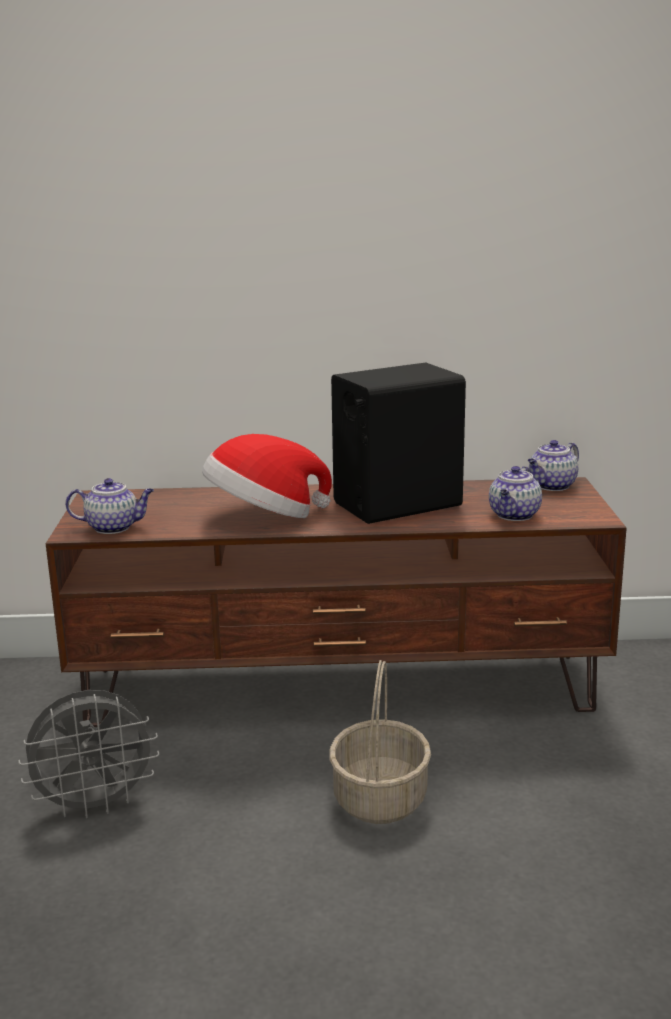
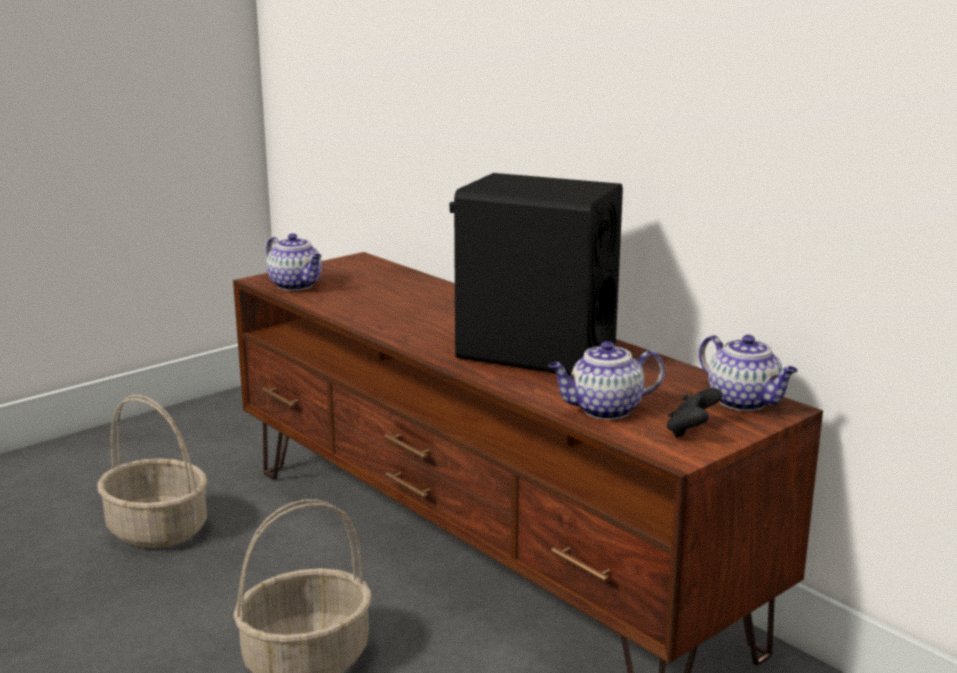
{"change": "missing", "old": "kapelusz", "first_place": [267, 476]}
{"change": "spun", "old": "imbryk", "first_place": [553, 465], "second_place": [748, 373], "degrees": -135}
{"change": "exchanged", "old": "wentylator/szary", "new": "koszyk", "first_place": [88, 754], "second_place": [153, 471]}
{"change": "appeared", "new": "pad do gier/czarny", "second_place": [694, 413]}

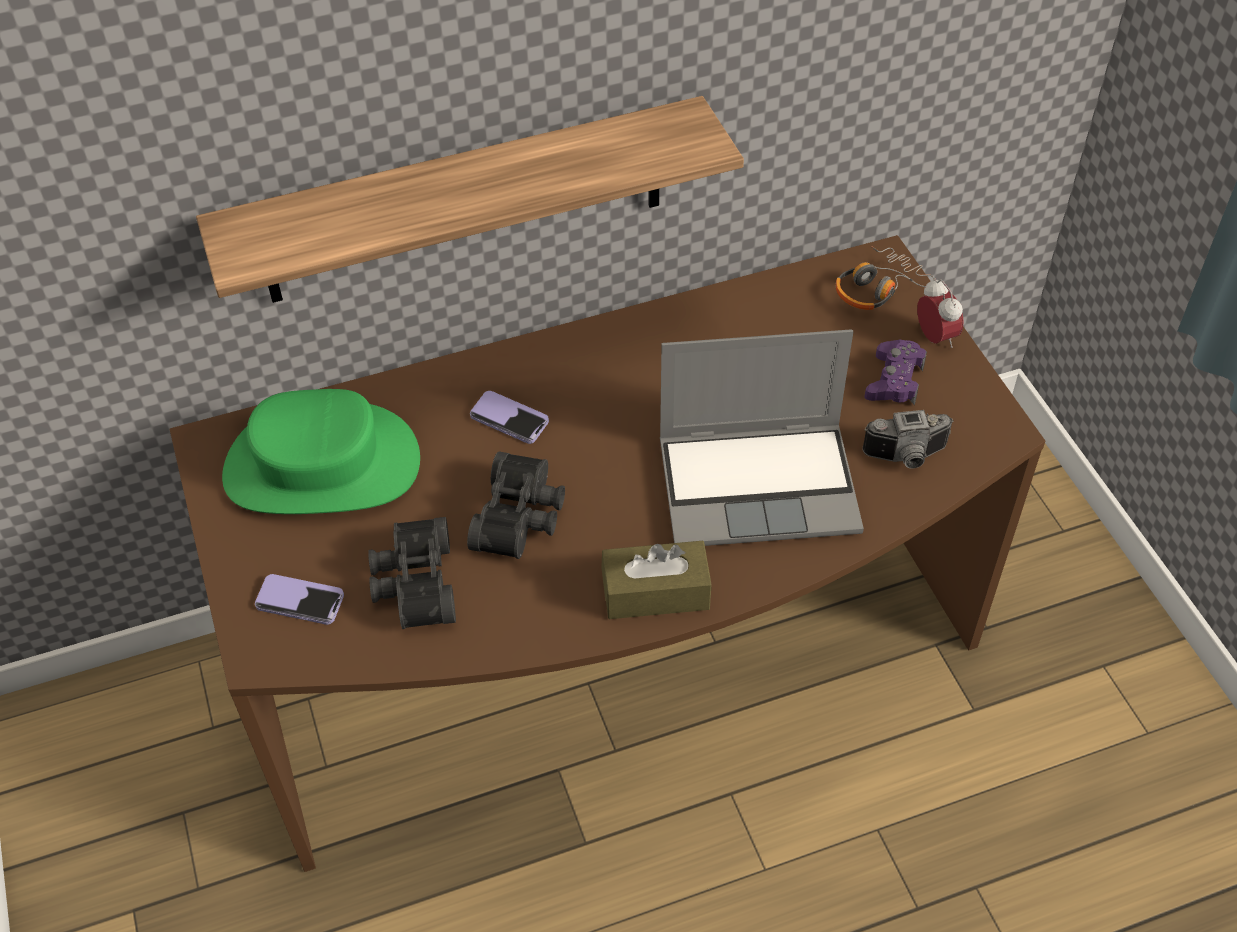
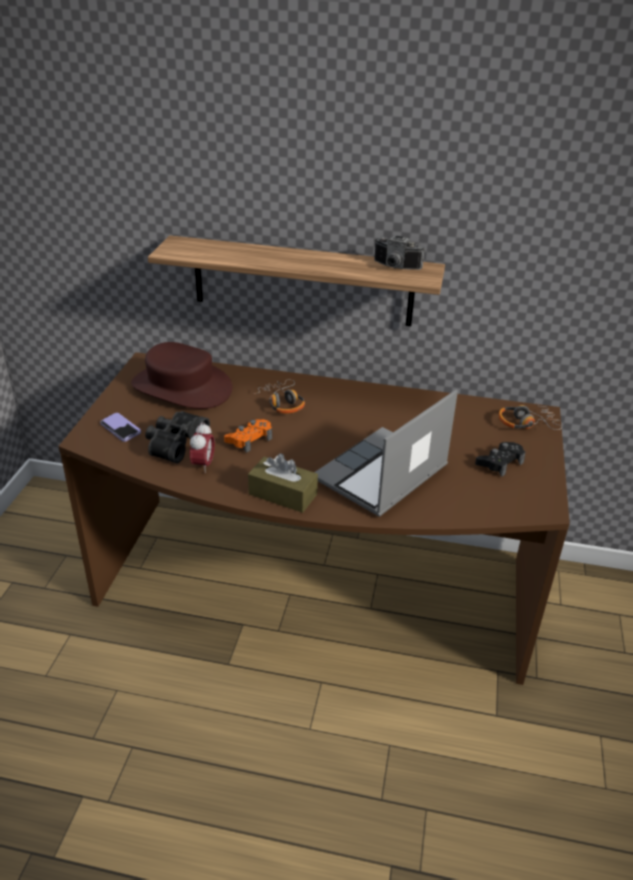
{"change": "relocated", "old": "budzik", "first_place": [940, 313], "second_place": [202, 447]}
{"change": "spun", "old": "laptop", "first_place": [762, 437], "second_place": [386, 453], "degrees": 105}
{"change": "colour", "old": "pad do gier/fioletowy", "new": "pad do gier/czarny", "first_place": [895, 372], "second_place": [500, 459]}
{"change": "colour", "old": "kapelusz/zielony", "new": "kapelusz/brązowy", "first_place": [321, 451], "second_place": [181, 375]}
{"change": "exchanged", "old": "telefon", "new": "słuchawki", "first_place": [509, 417], "second_place": [279, 396]}
{"change": "relocated", "old": "aparat fotograficzny", "first_place": [908, 439], "second_place": [399, 252]}
{"change": "exchanged", "old": "lornetka/czarny", "new": "pad do gier/pomarańczowy", "first_place": [516, 505], "second_place": [248, 436]}

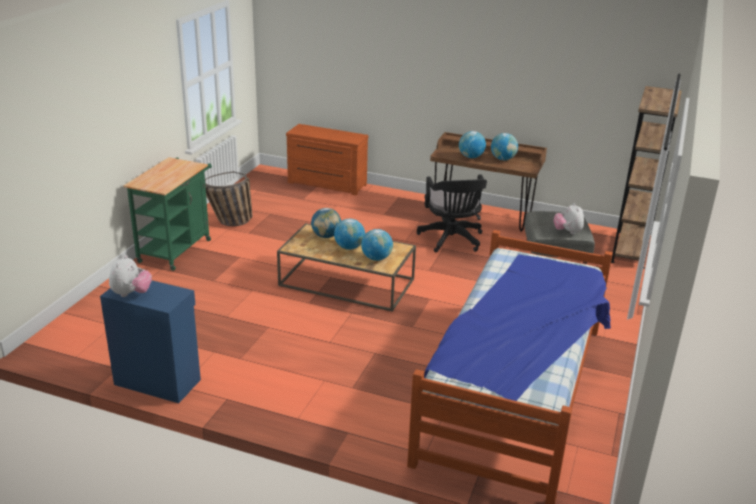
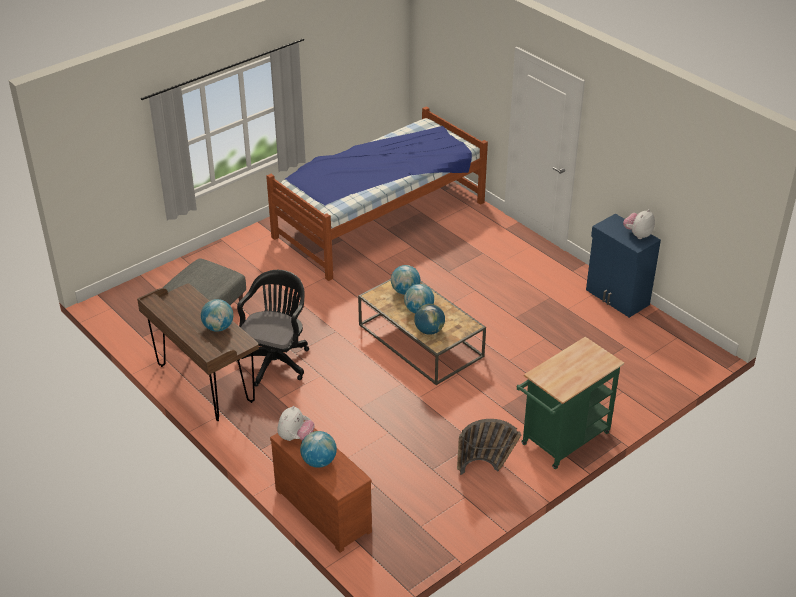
{"change": "missing", "old": "regał/brązowy", "first_place": [646, 177]}
{"change": "relocated", "old": "globus", "first_place": [504, 146], "second_place": [318, 449]}
{"change": "relocated", "old": "pluszak", "first_place": [569, 219], "second_place": [296, 423]}

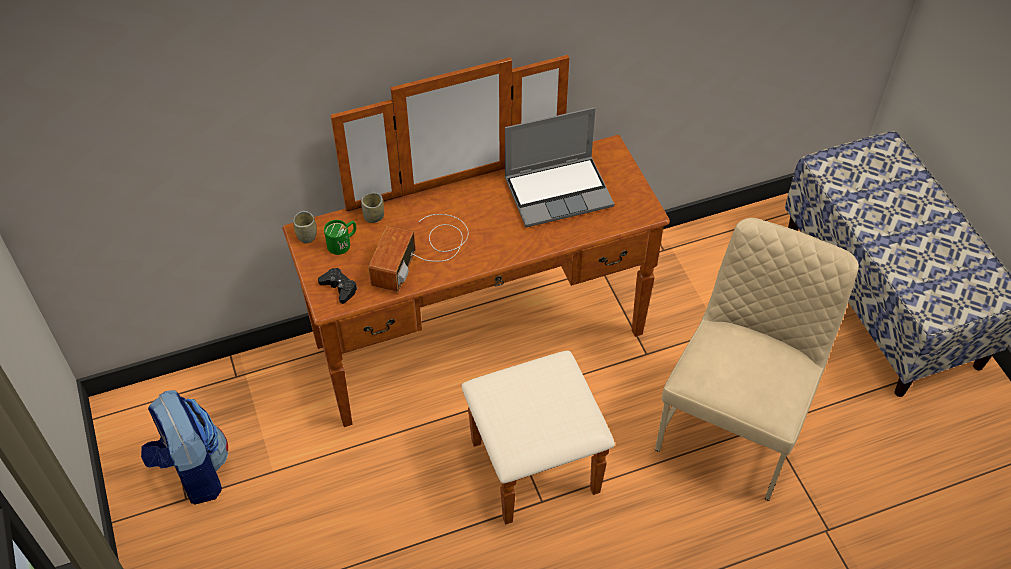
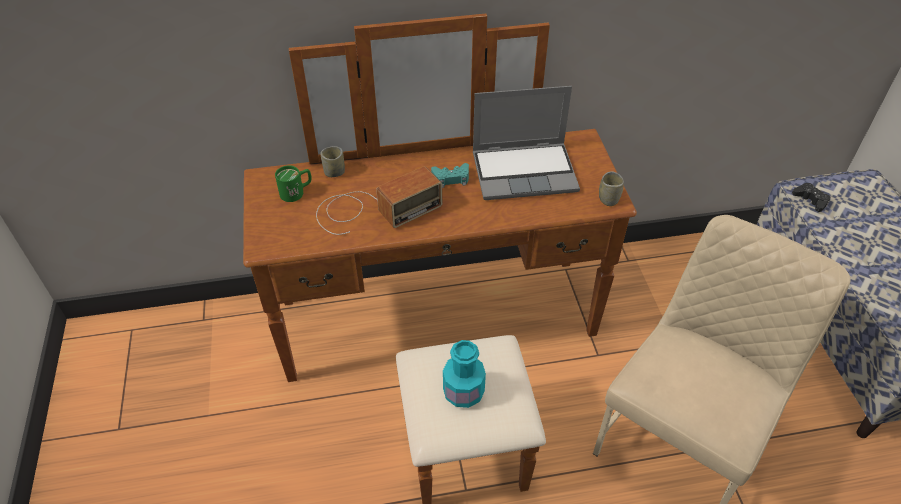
{"change": "relocated", "old": "filiżanka", "first_place": [305, 227], "second_place": [611, 188]}
{"change": "spun", "old": "radio", "first_place": [419, 253], "second_place": [379, 200], "degrees": -150}
{"change": "relocated", "old": "pad do gier/czarny", "first_place": [338, 286], "second_place": [811, 197]}
{"change": "missing", "old": "plecak", "first_place": [184, 447]}
{"change": "appeared", "new": "pad do gier/turkusowy", "second_place": [450, 175]}
{"change": "appeared", "new": "butelka/turkusowy", "second_place": [464, 374]}

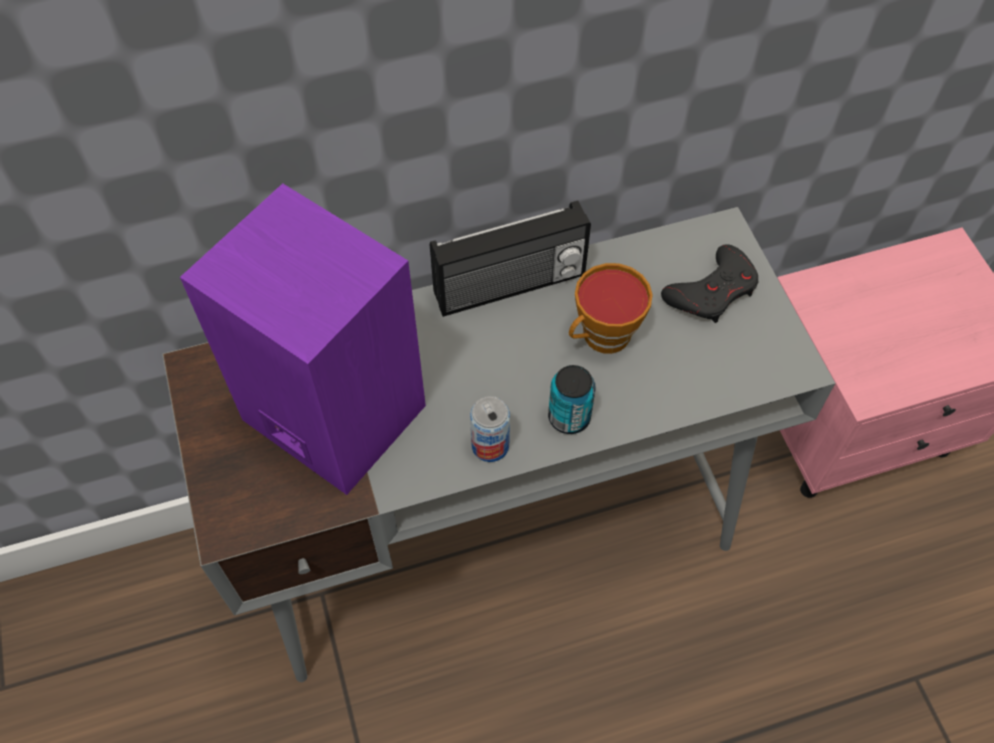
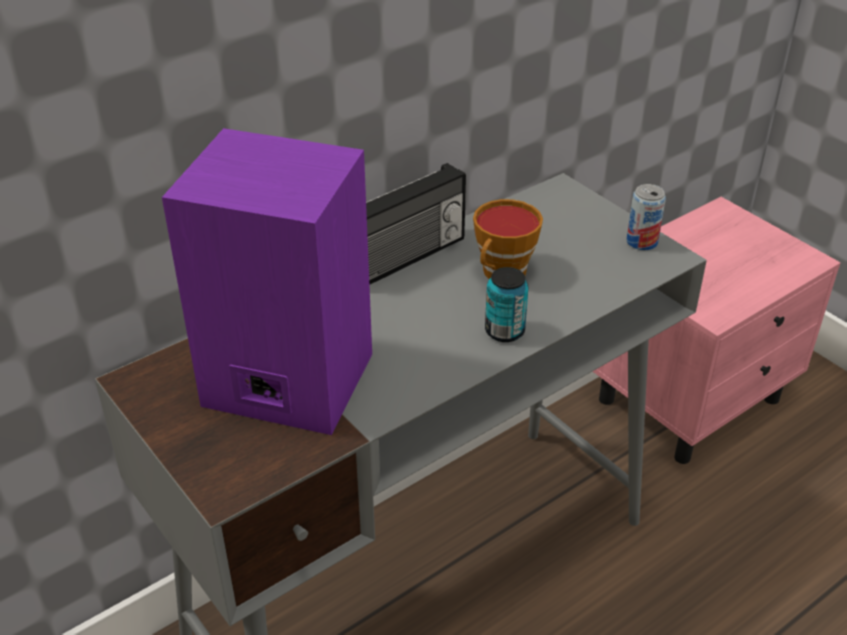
{"change": "missing", "old": "pad do gier/czarny", "first_place": [710, 283]}
{"change": "relocated", "old": "puszka", "first_place": [490, 429], "second_place": [646, 217]}

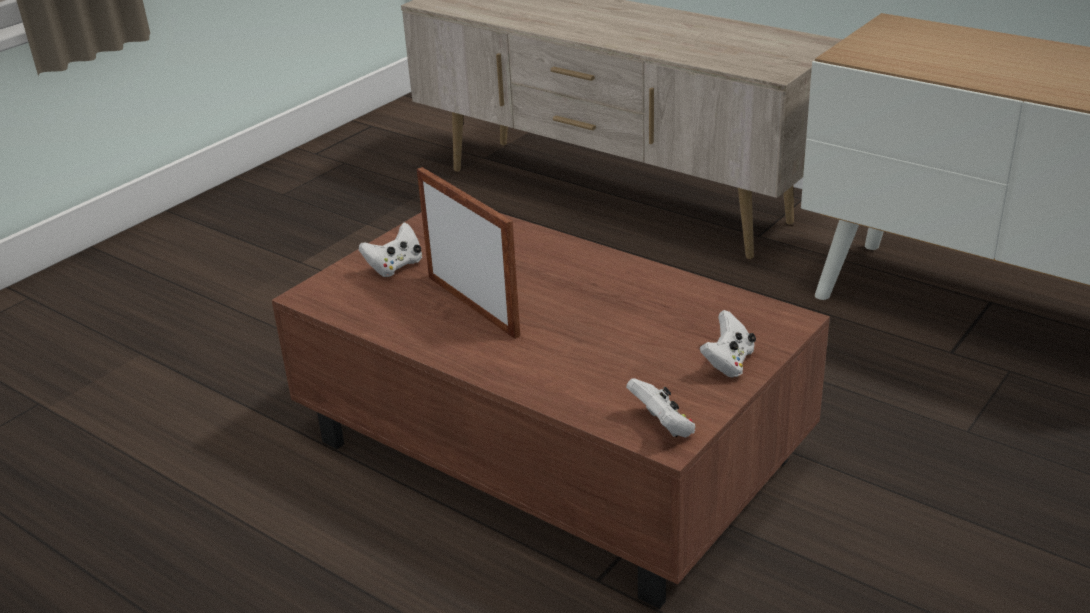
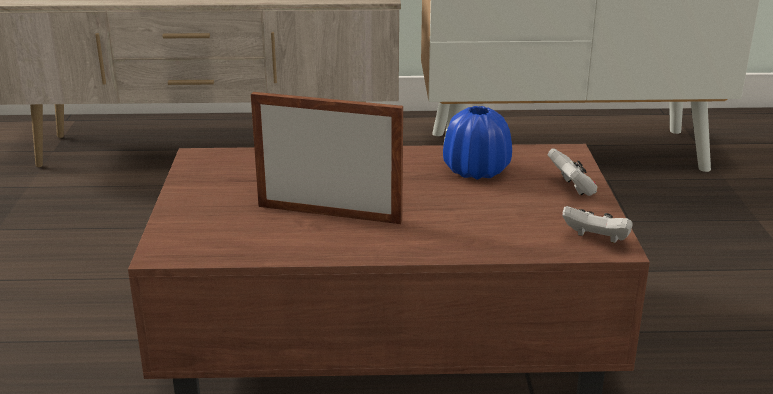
{"change": "missing", "old": "pad do gier/biały", "first_place": [390, 249]}
{"change": "appeared", "new": "wazon/niebieski", "second_place": [477, 143]}

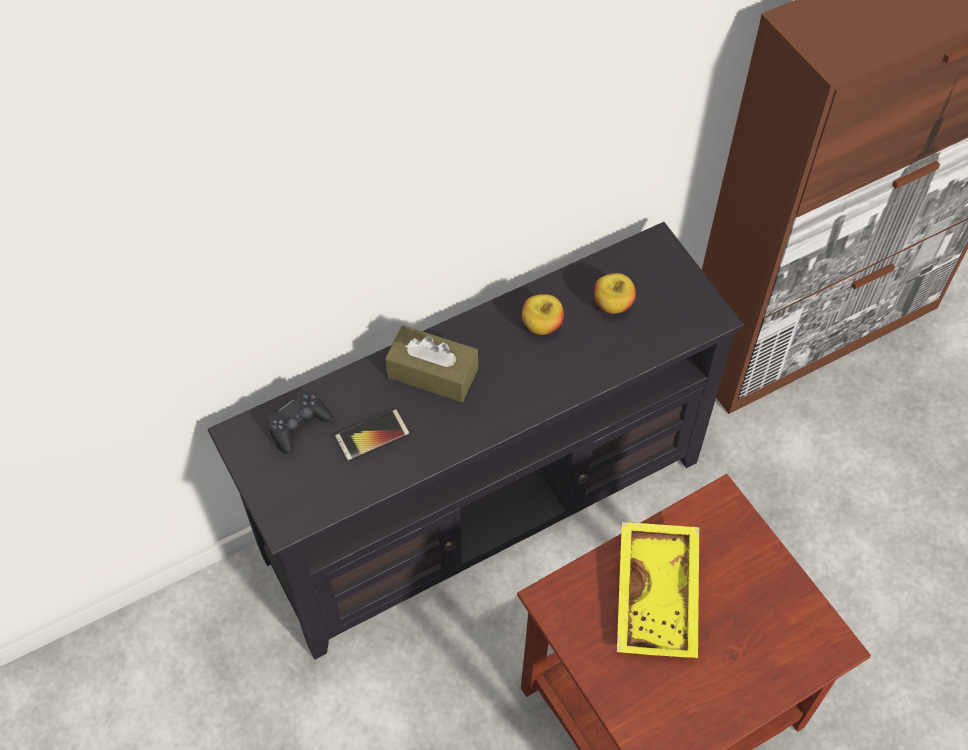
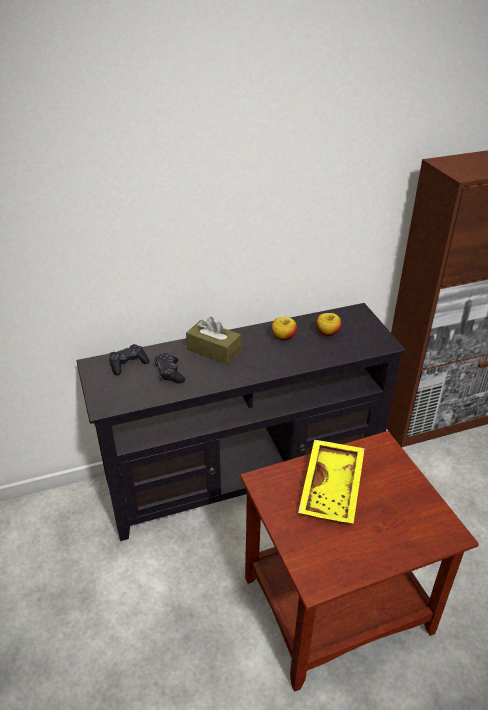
{"change": "exchanged", "old": "telefon", "new": "pad do gier/czarny", "first_place": [372, 435], "second_place": [169, 368]}

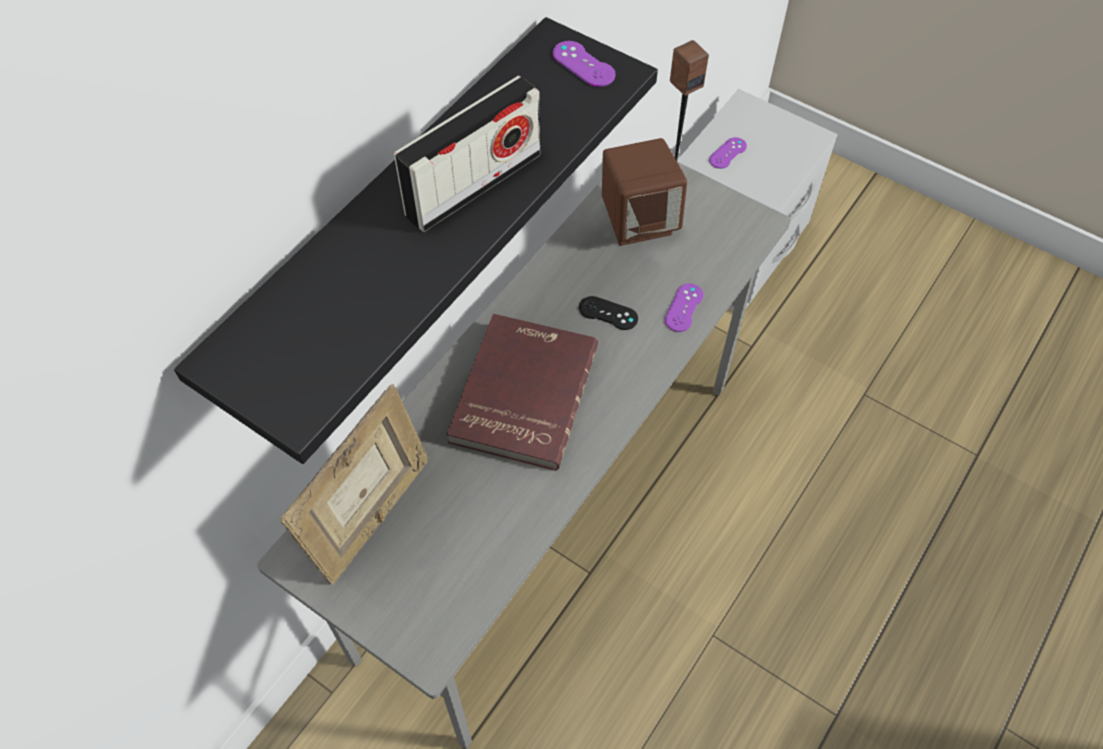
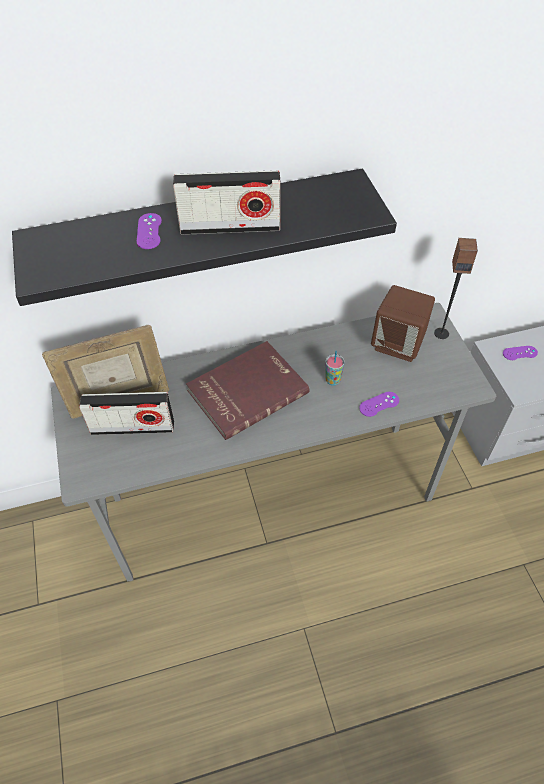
{"change": "relocated", "old": "pad do gier/fioletowy", "first_place": [584, 64], "second_place": [149, 231]}
{"change": "exchanged", "old": "pad do gier/czarny", "new": "filiżanka", "first_place": [608, 313], "second_place": [335, 368]}
{"change": "appeared", "new": "radio", "second_place": [126, 413]}

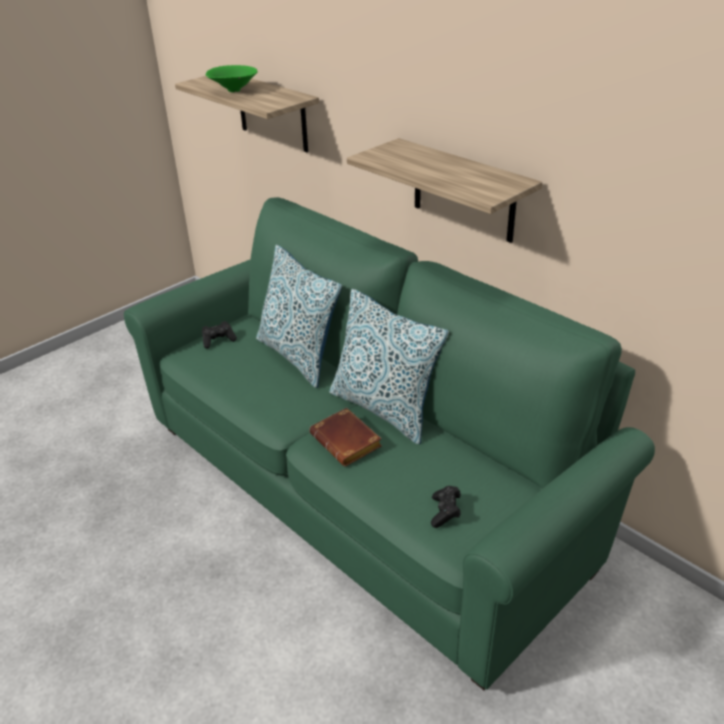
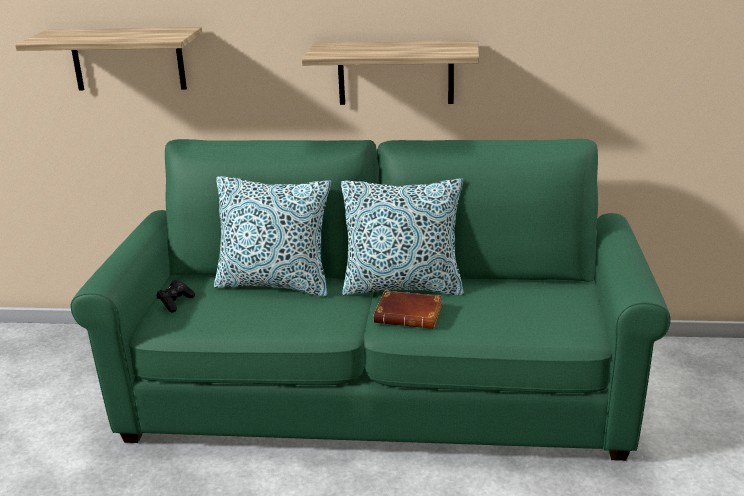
{"change": "missing", "old": "miska/zielony", "first_place": [232, 78]}
{"change": "missing", "old": "pad do gier/czarny", "first_place": [446, 507]}

